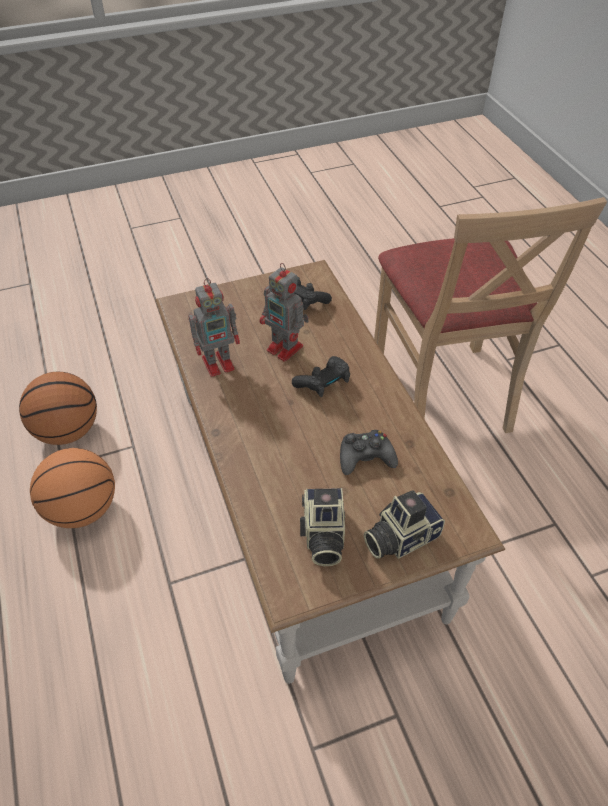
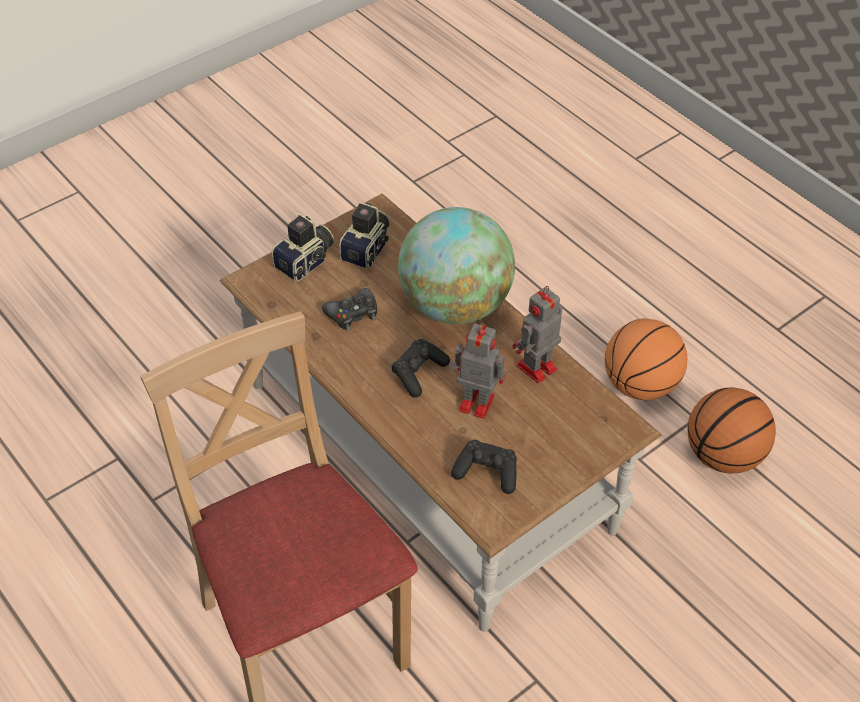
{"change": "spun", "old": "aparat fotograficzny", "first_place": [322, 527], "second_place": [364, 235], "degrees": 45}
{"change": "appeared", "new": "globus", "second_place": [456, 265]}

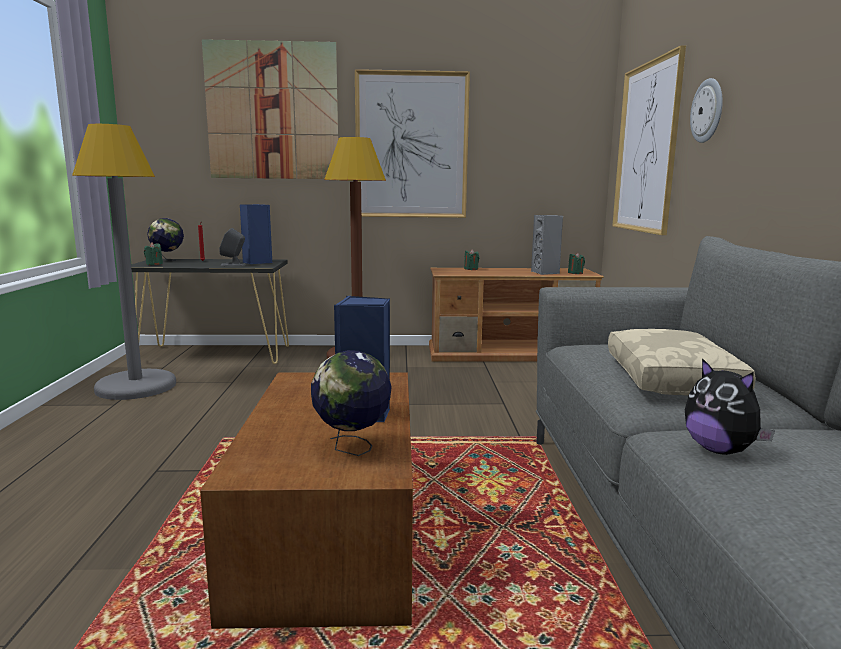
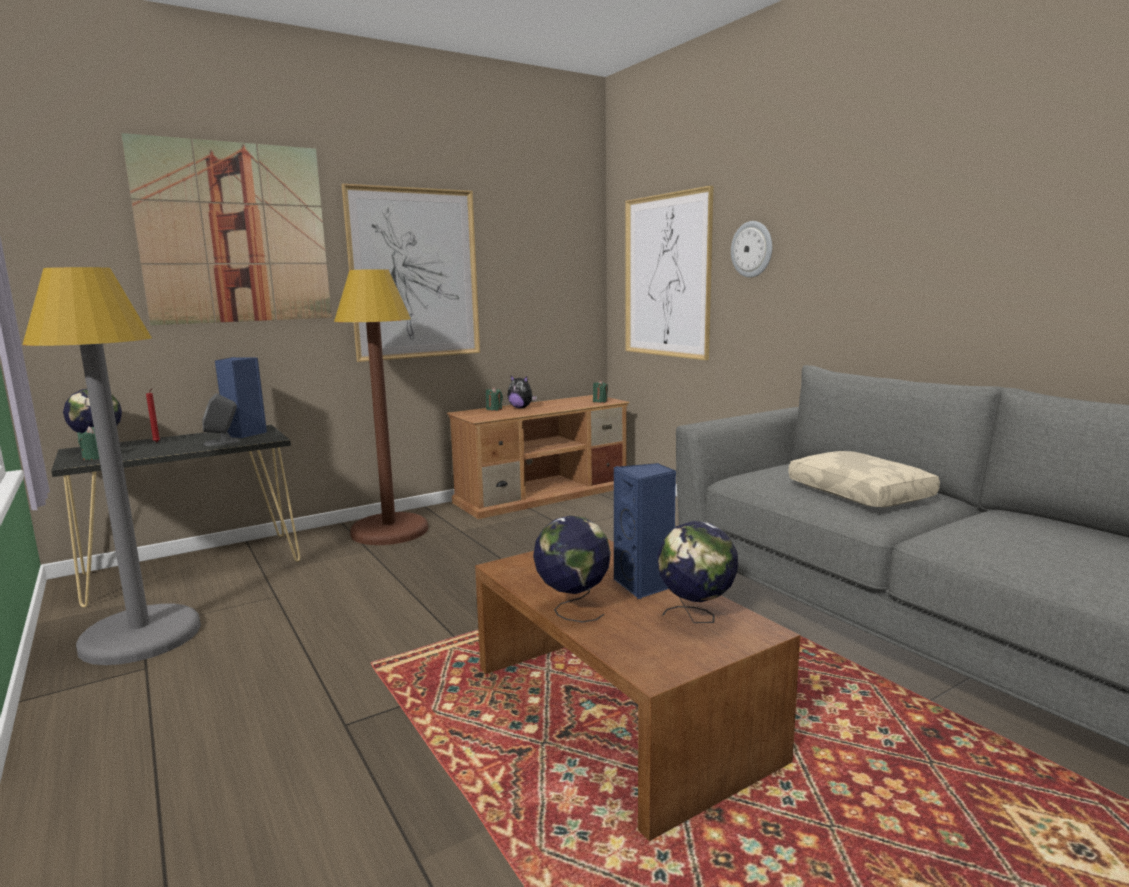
{"change": "missing", "old": "głośnik/szary", "first_place": [547, 245]}
{"change": "relocated", "old": "pluszak", "first_place": [730, 406], "second_place": [522, 392]}
{"change": "appeared", "new": "globus", "second_place": [572, 569]}

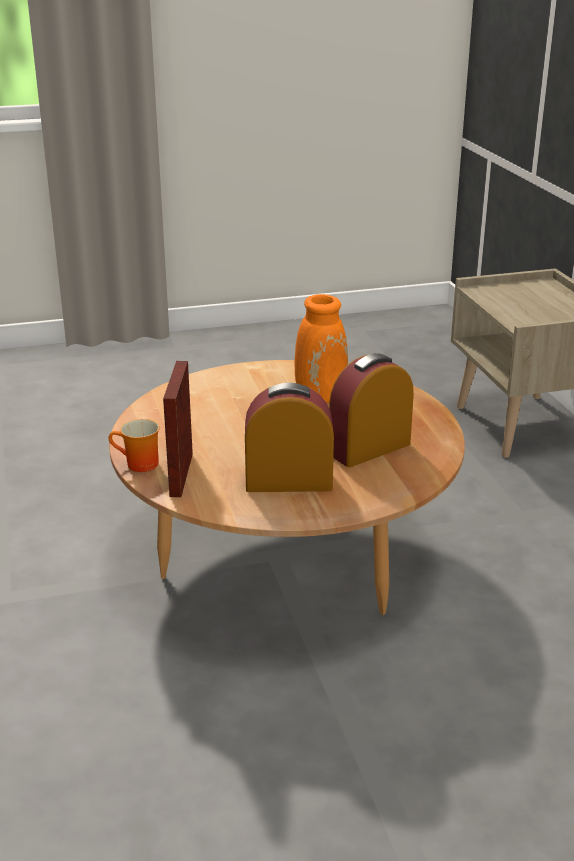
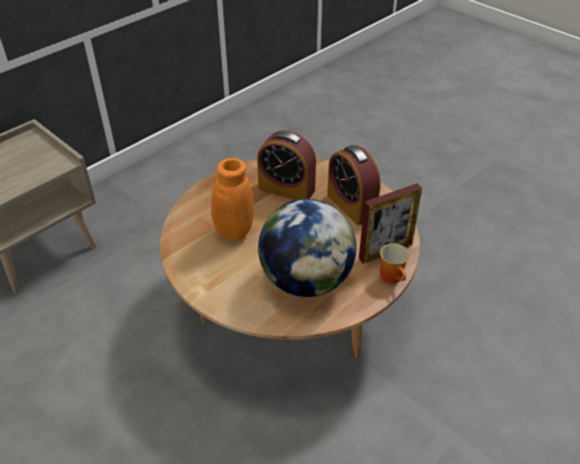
{"change": "appeared", "new": "globus", "second_place": [307, 248]}

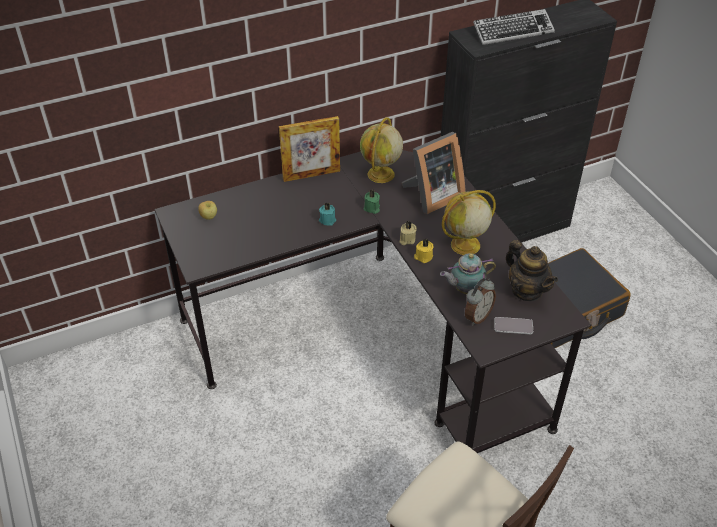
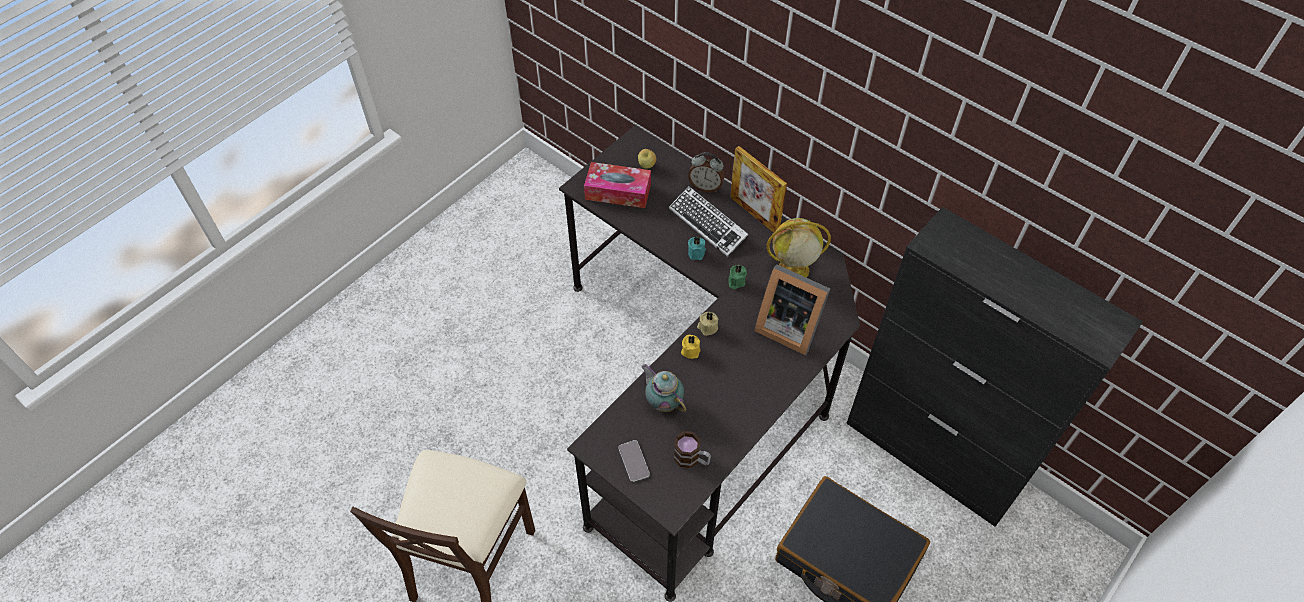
{"change": "relocated", "old": "klawiatura", "first_place": [514, 27], "second_place": [709, 221]}
{"change": "missing", "old": "globus", "first_place": [469, 222]}
{"change": "exchanged", "old": "imbryk", "new": "kubek", "first_place": [532, 270], "second_place": [692, 449]}
{"change": "relocated", "old": "budzik", "first_place": [480, 301], "second_place": [706, 172]}
{"change": "appeared", "new": "pudełko chusteczek", "second_place": [617, 185]}

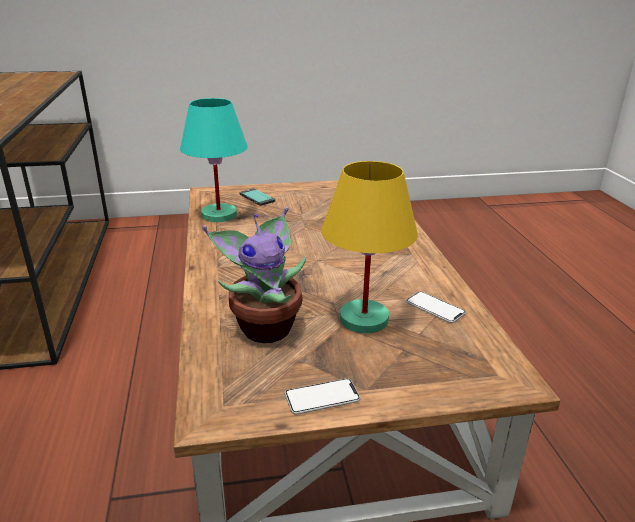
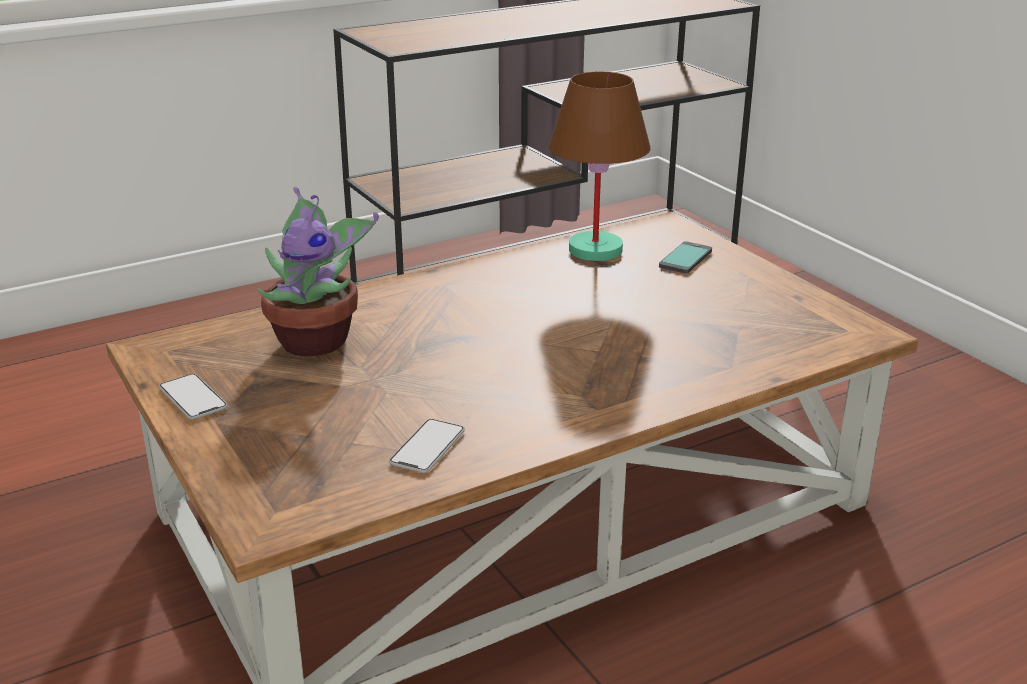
{"change": "colour", "old": "lampa stołowa/turkusowy", "new": "lampa stołowa/brązowy", "first_place": [214, 160], "second_place": [599, 166]}
{"change": "missing", "old": "lampa stołowa/żółty", "first_place": [369, 247]}

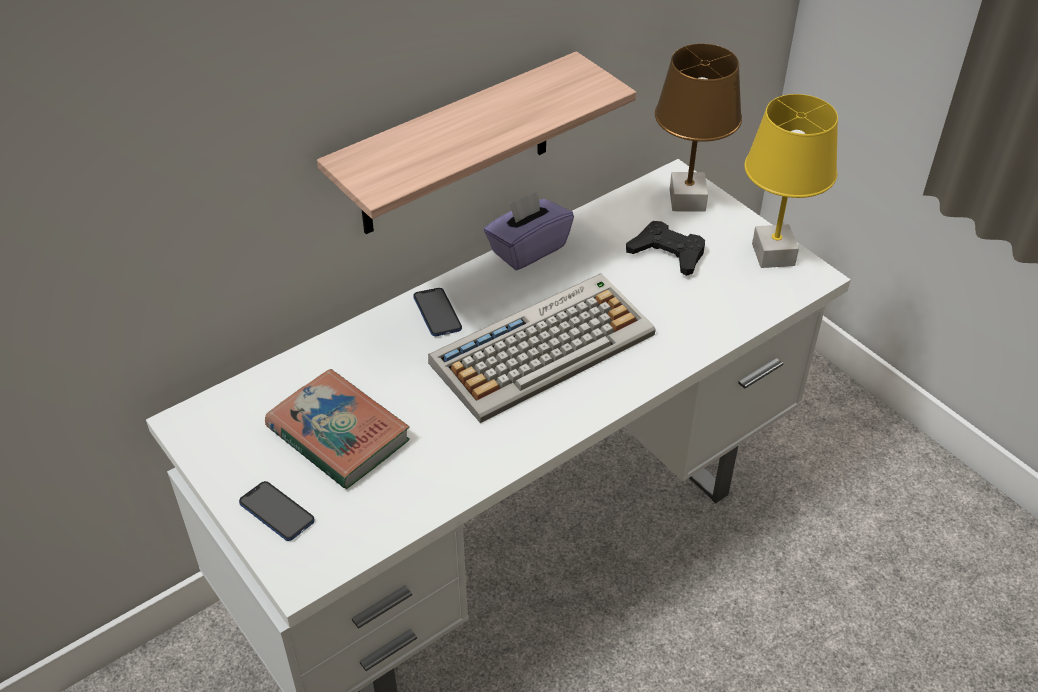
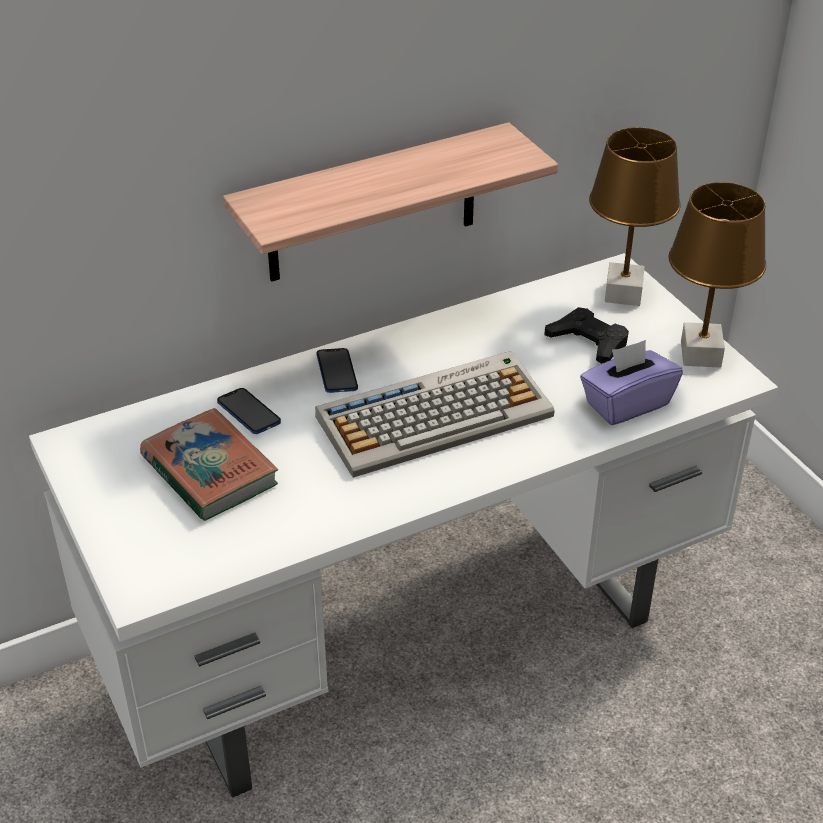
{"change": "colour", "old": "lampa stołowa/żółty", "new": "lampa stołowa/brązowy", "first_place": [791, 181], "second_place": [717, 275]}
{"change": "relocated", "old": "pudełko chusteczek/fioletowy", "first_place": [529, 230], "second_place": [631, 382]}
{"change": "relocated", "old": "telefon", "first_place": [277, 511], "second_place": [249, 411]}

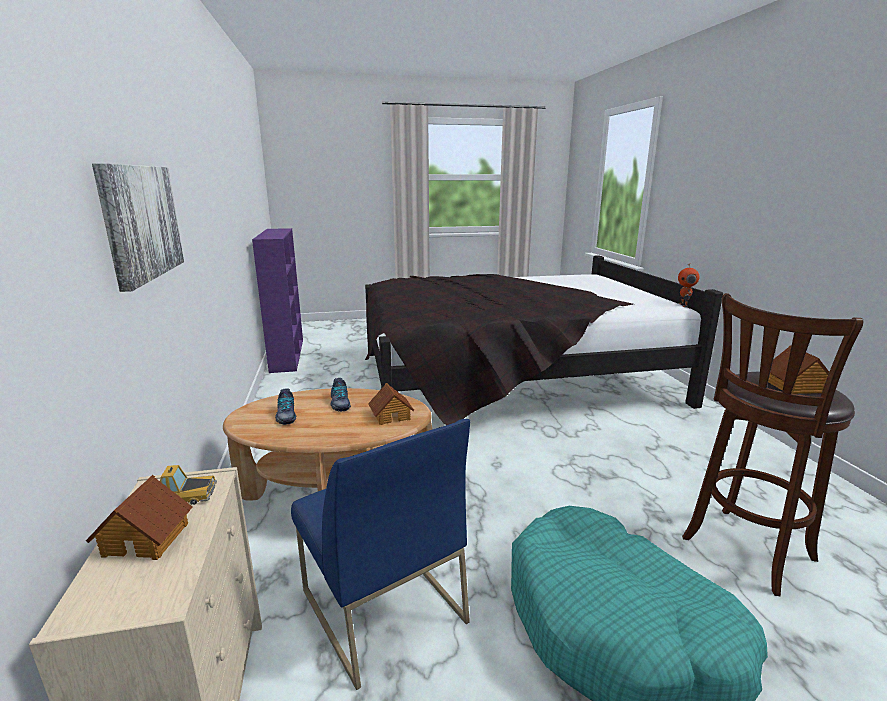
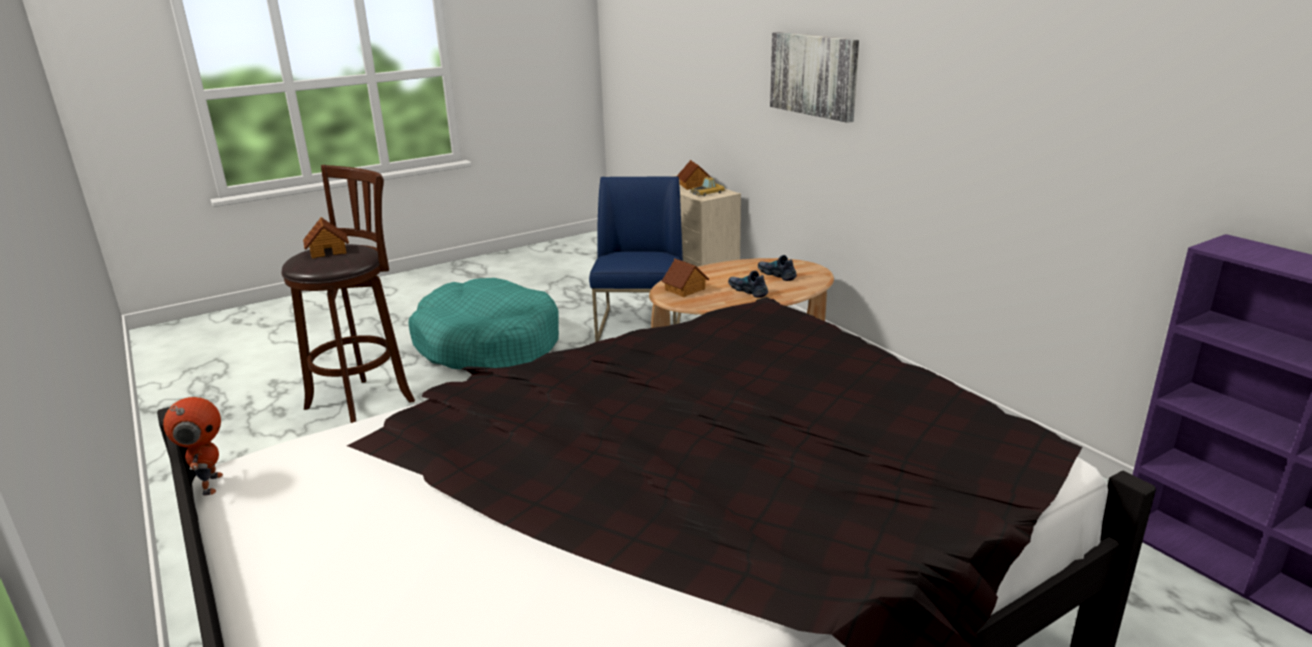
{"change": "spun", "old": "krzesło/niebieski", "first_place": [380, 554], "second_place": [636, 259], "degrees": 60}

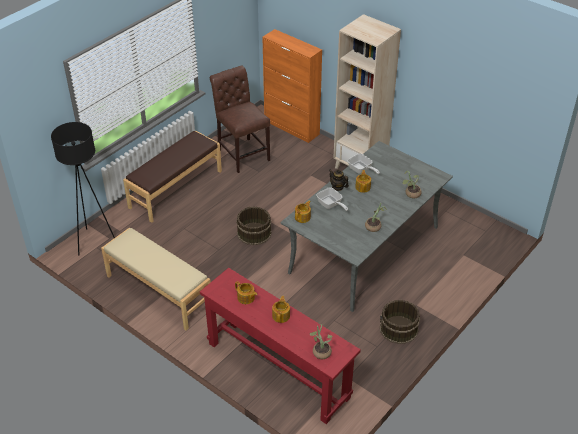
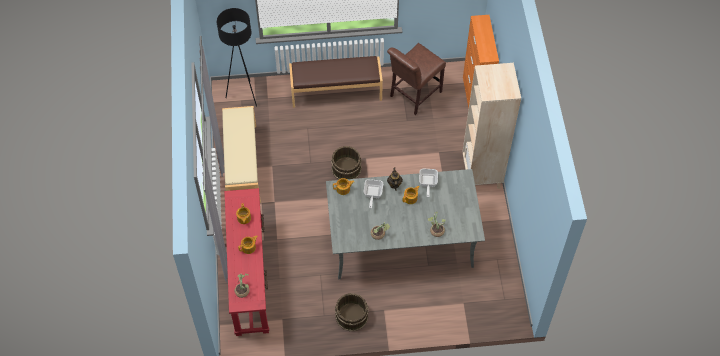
{"change": "spun", "old": "krzesło/brązowy", "first_place": [240, 119], "second_place": [416, 79], "degrees": -150}

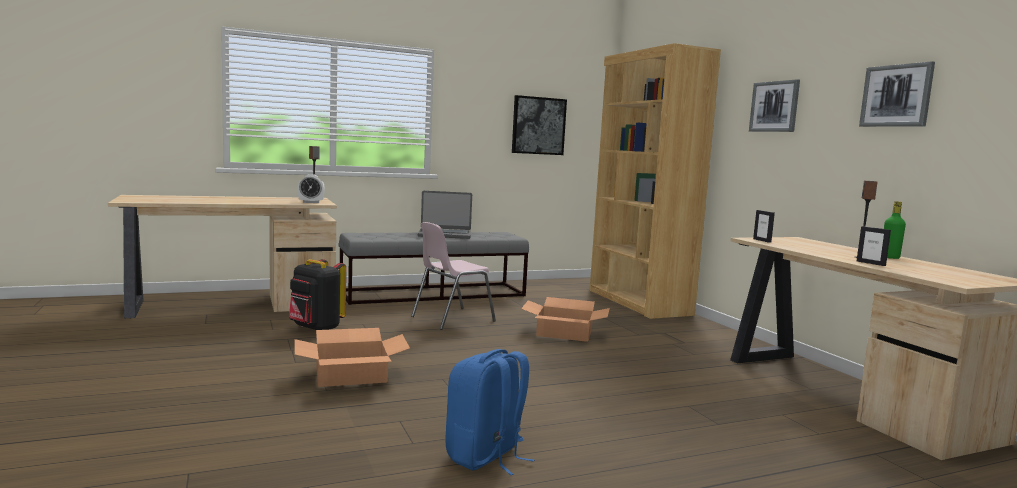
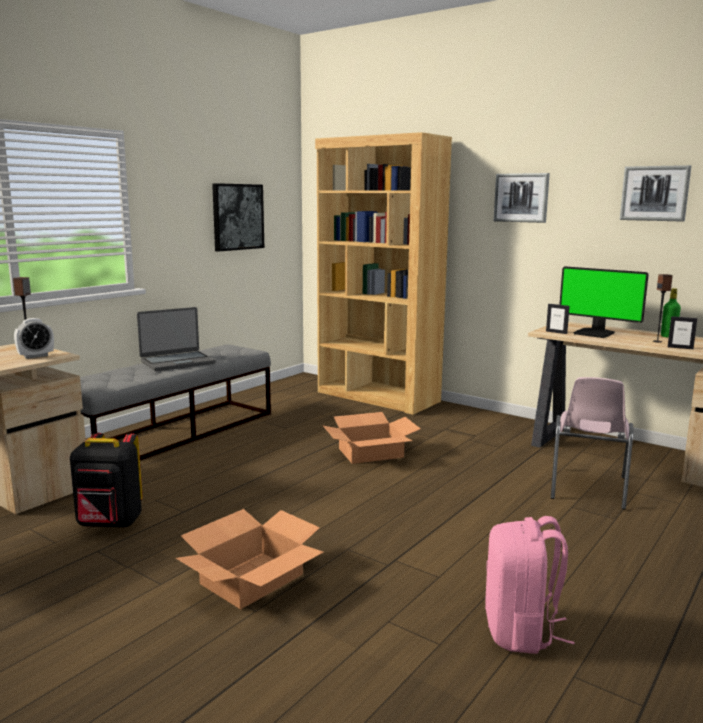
{"change": "relocated", "old": "krzesło/różowy", "first_place": [453, 276], "second_place": [592, 443]}
{"change": "colour", "old": "plecak/niebieski", "new": "plecak/różowy", "first_place": [490, 412], "second_place": [530, 585]}
{"change": "appeared", "new": "monitor", "second_place": [604, 302]}

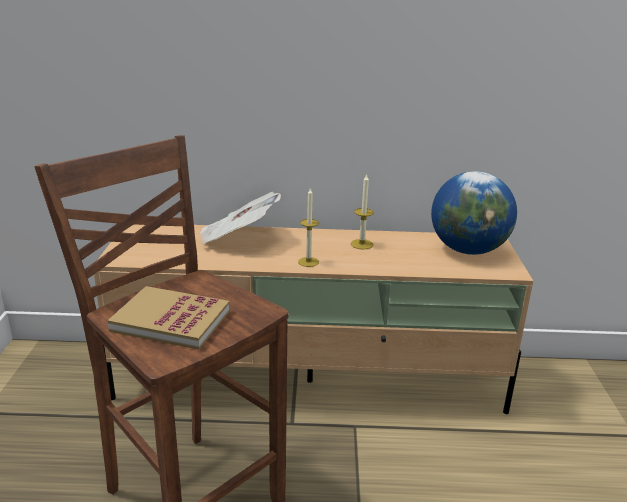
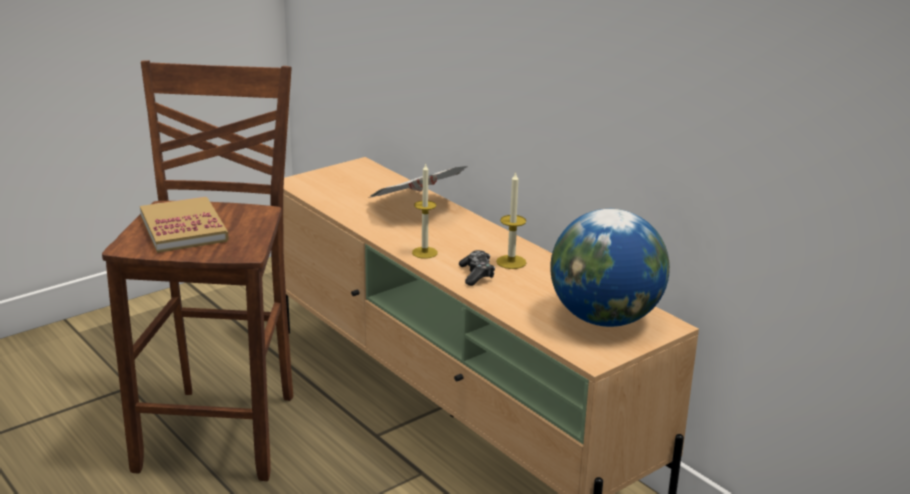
{"change": "appeared", "new": "pad do gier", "second_place": [477, 268]}

